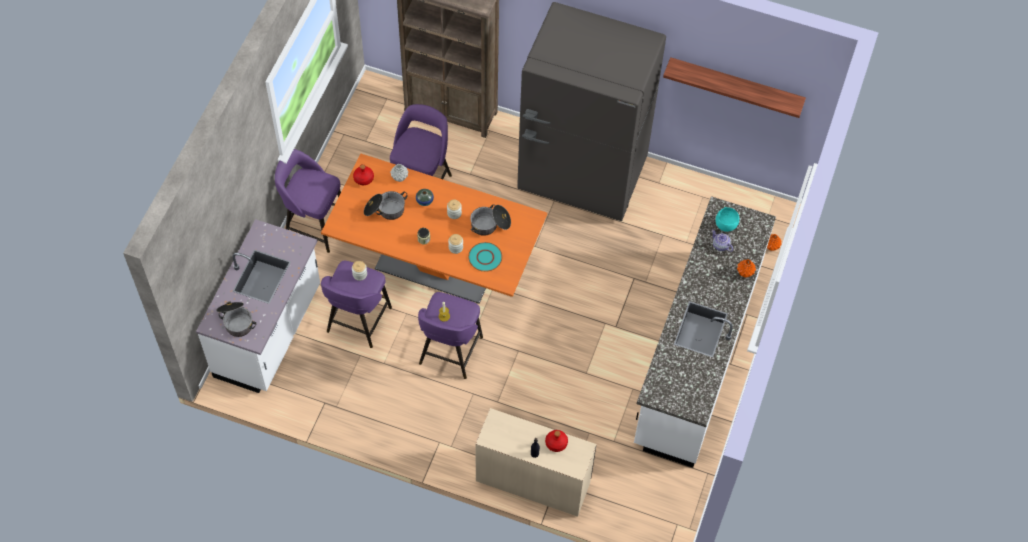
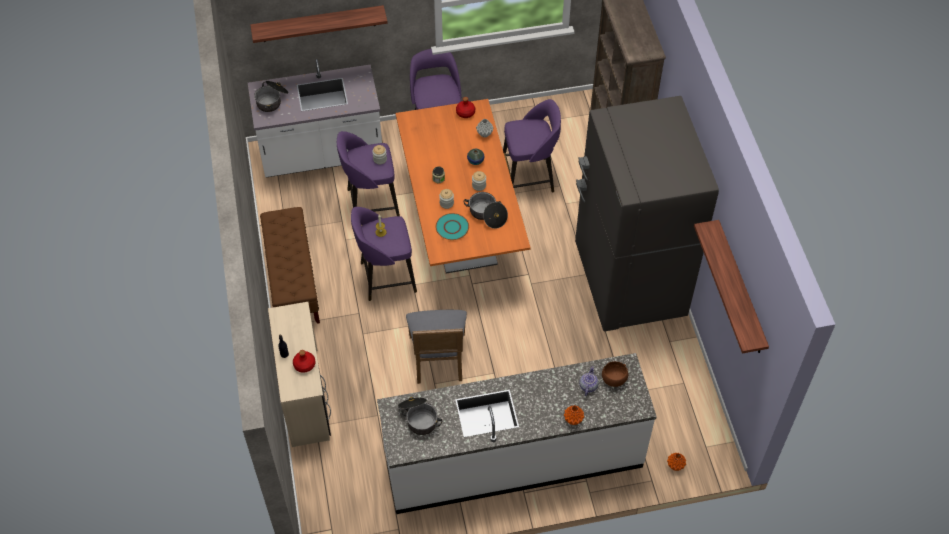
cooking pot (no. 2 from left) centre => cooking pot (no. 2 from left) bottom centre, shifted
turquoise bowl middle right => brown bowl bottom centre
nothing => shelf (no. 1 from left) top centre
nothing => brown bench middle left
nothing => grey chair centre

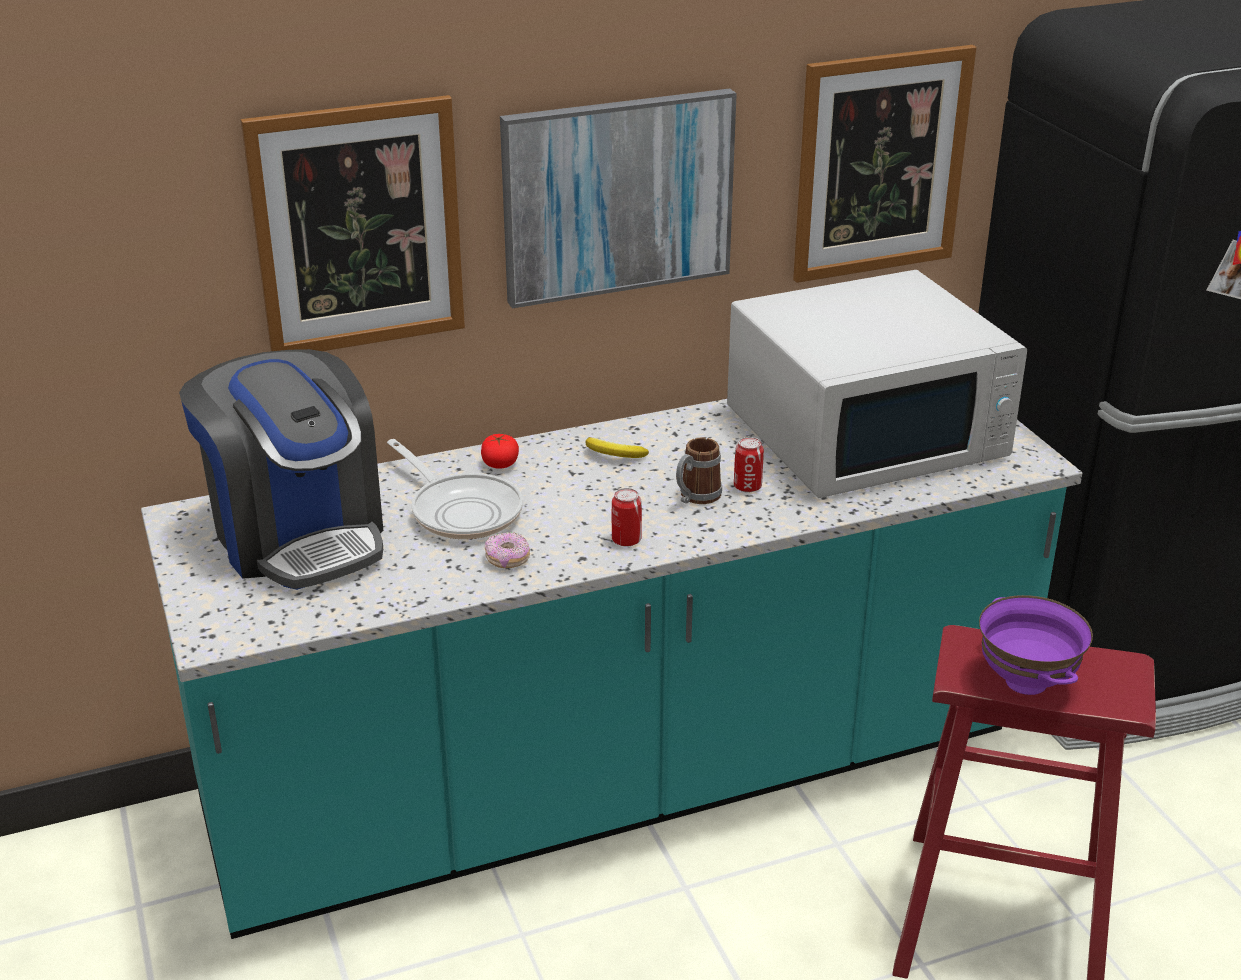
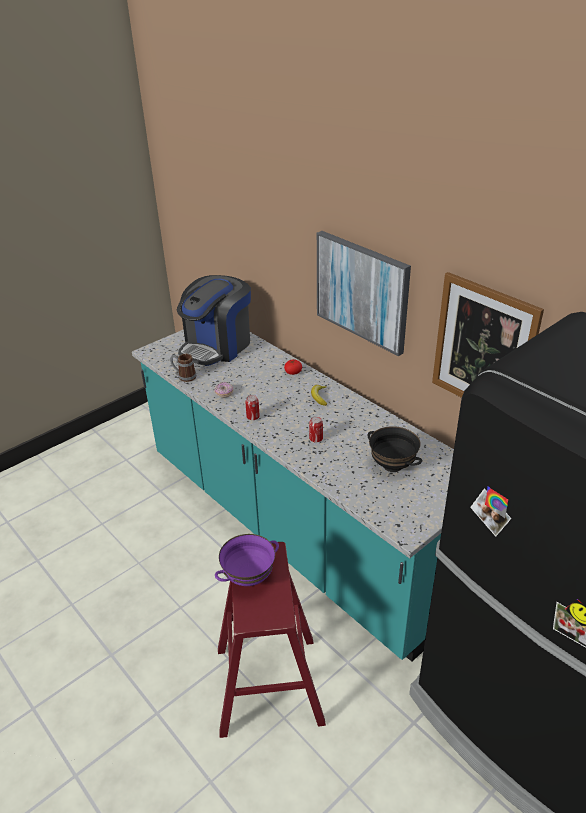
picture (no. 1 from left) top left => nothing
white microwave middle right => black bowl middle right
mug centre => mug middle left, shifted
frying pan centre => nothing

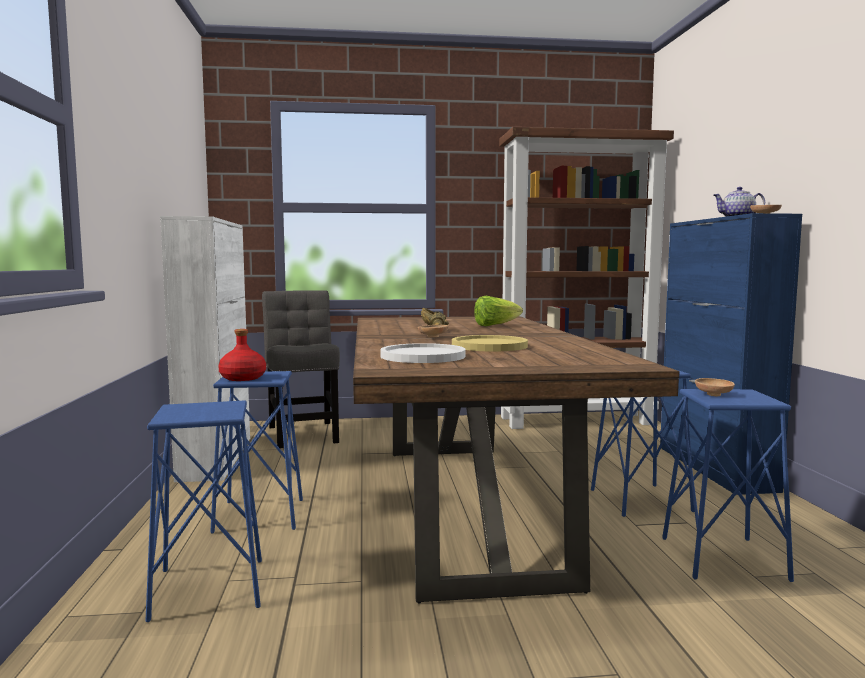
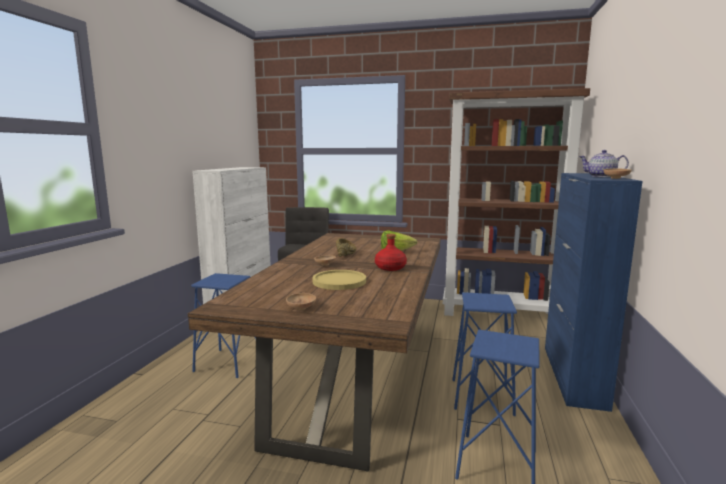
red bottle middle left => red bottle centre, shifted
white plate centre => nothing
brown bowl (no. 3 from left in the first image) middle right => brown bowl (no. 1 from left) centre, shifted
blue stool (no. 1 from left) bottom left => nothing

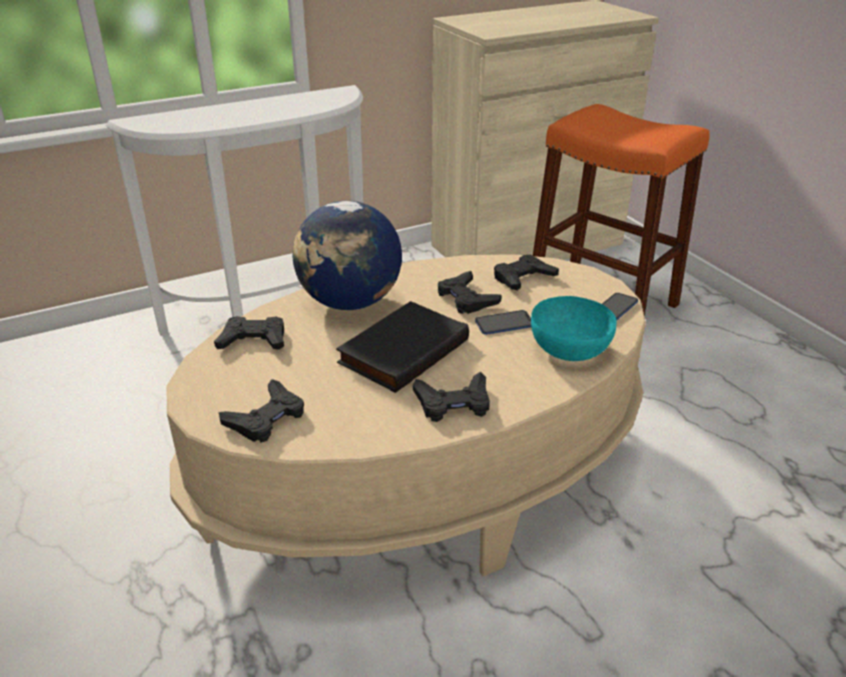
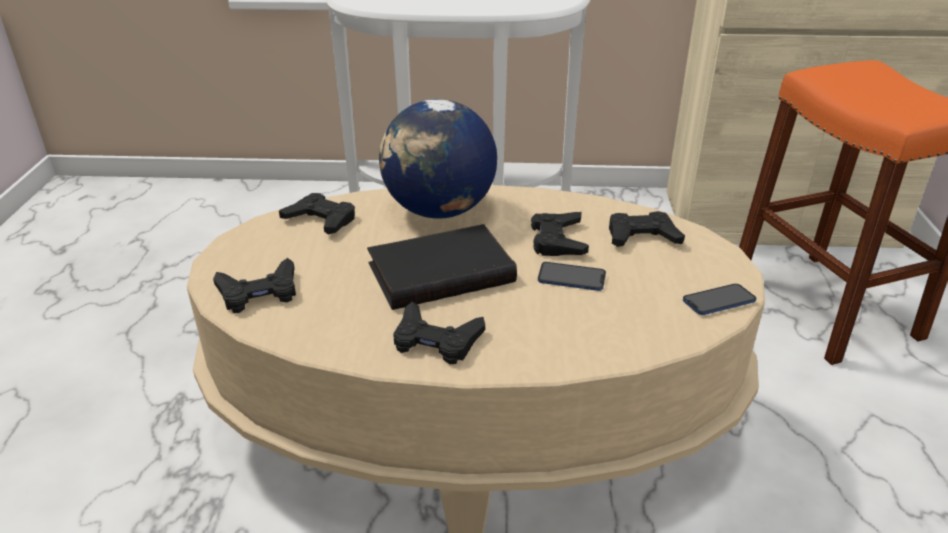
turquoise bowl middle right => nothing

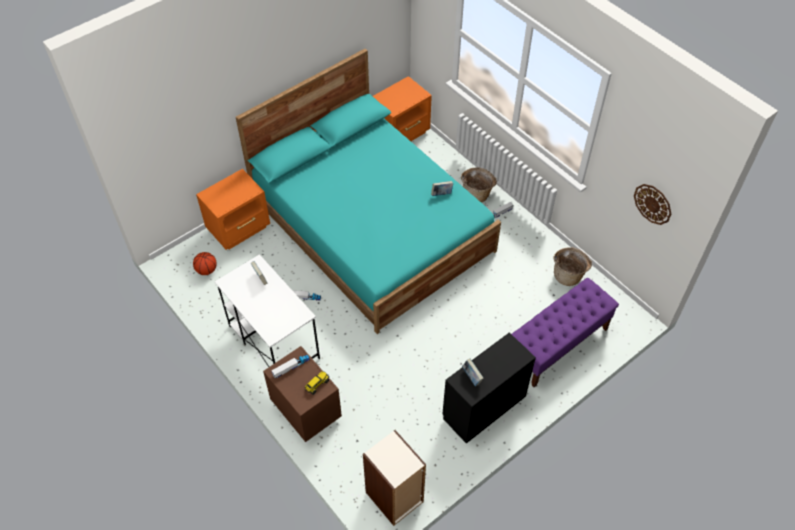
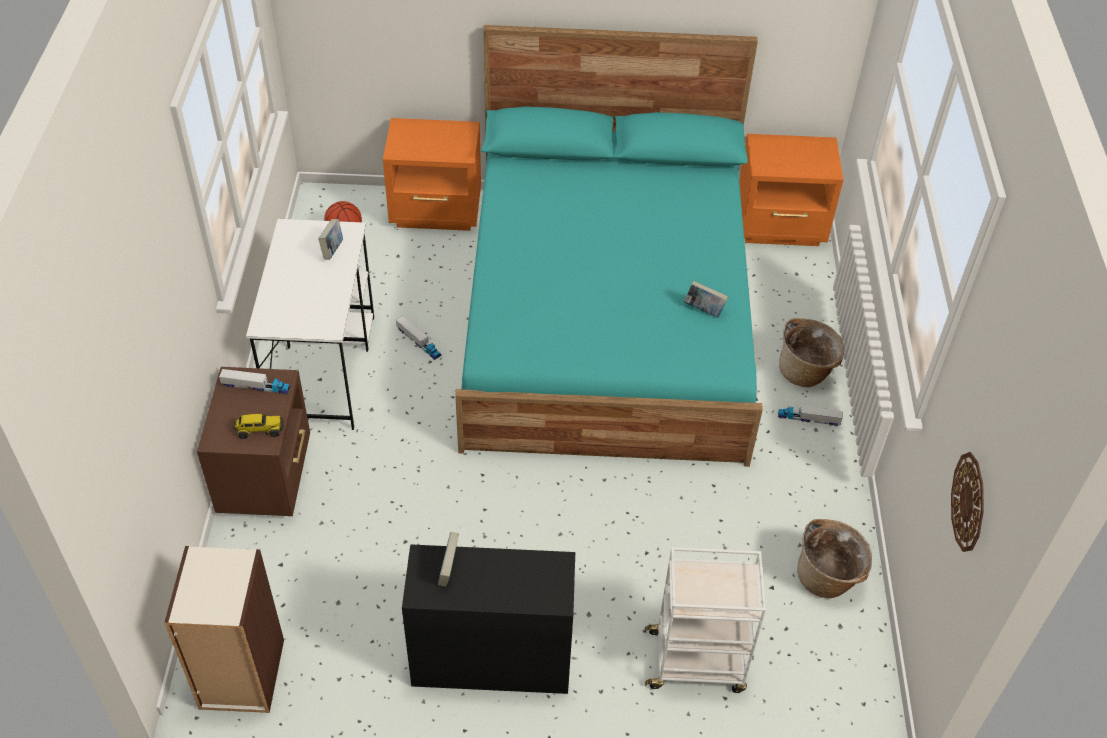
purple bench middle right => white cart bottom centre

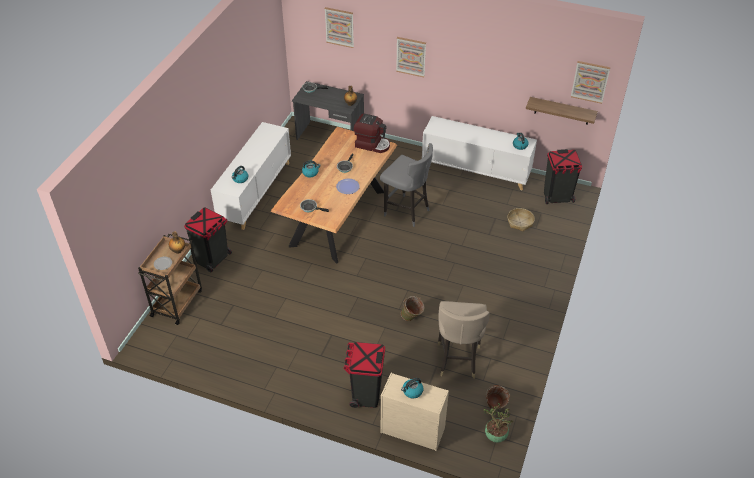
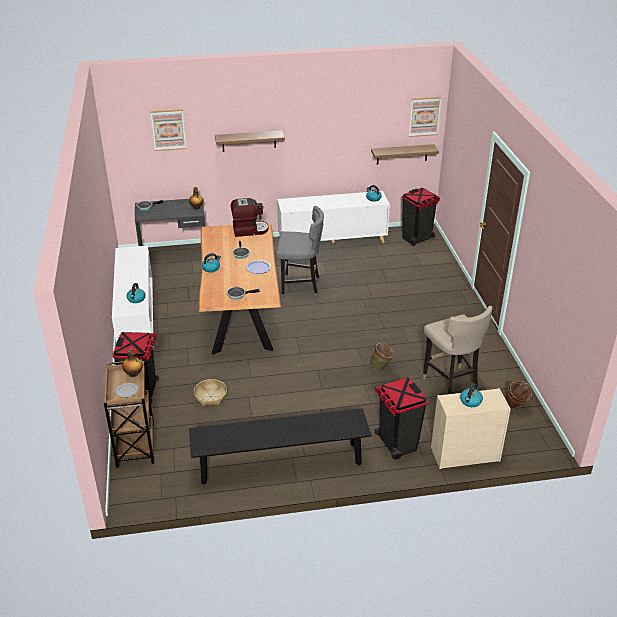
picture (no. 2 from left) top centre => shelf (no. 1 from left) top centre
basket middle right => basket centre, shifted
potted plant bottom centre => nothing
nothing => black bench bottom centre

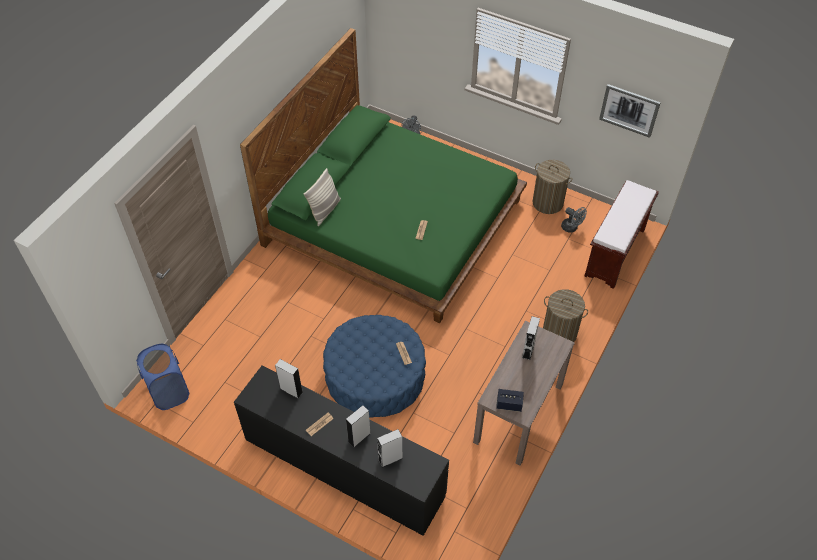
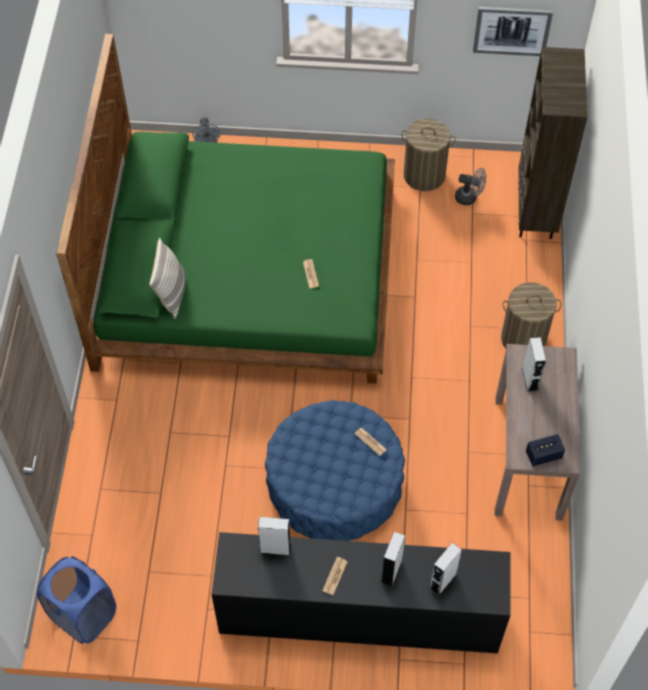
brown bench middle right => brown bookcase top right

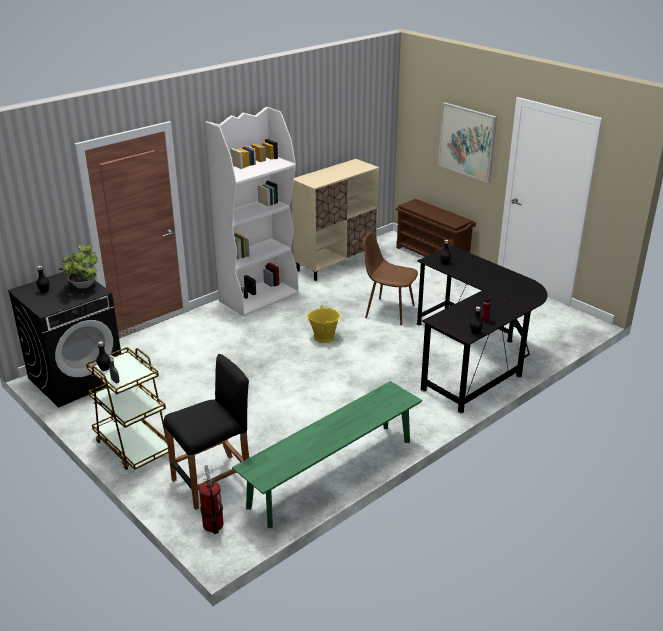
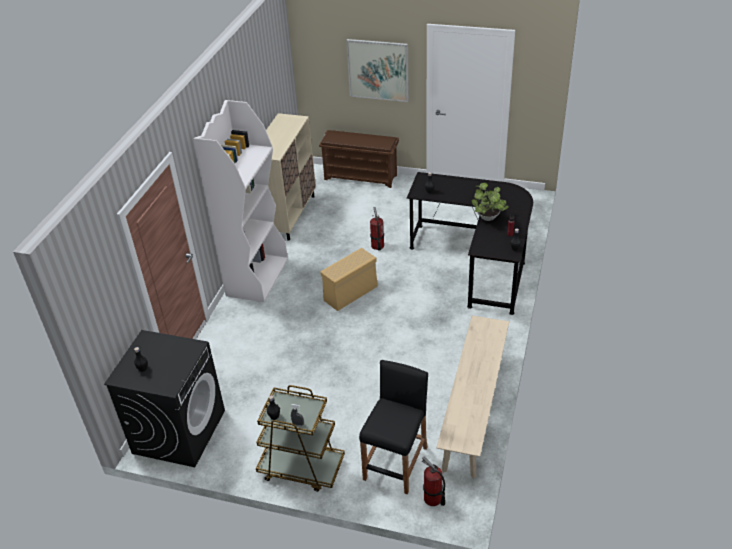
brown chair centre => fire extinguisher (no. 1 from left) centre
potted plant middle left => potted plant middle right, shifted
yellow bucket centre => beige storage box centre
green bench bottom centre => beige bench bottom centre

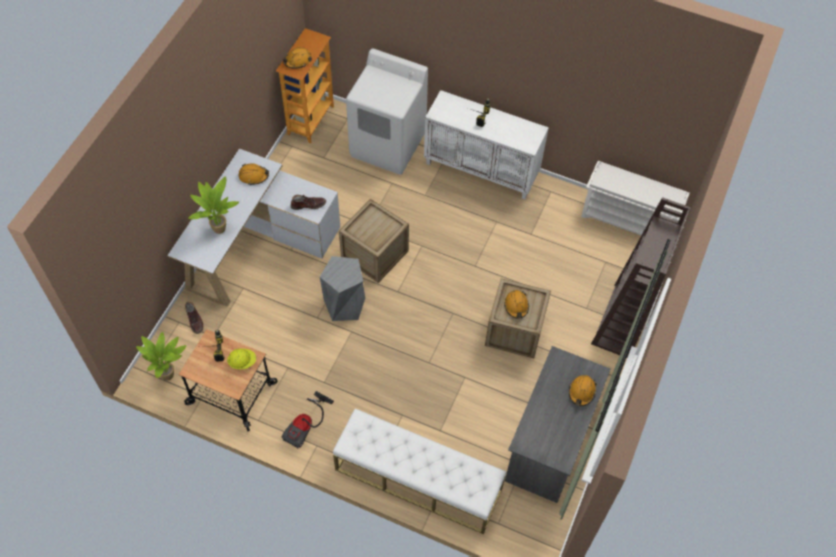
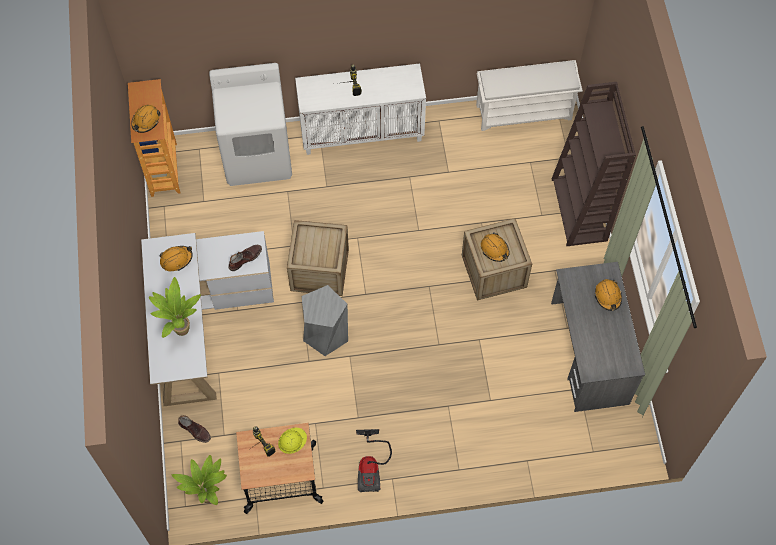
white bench bottom centre => nothing

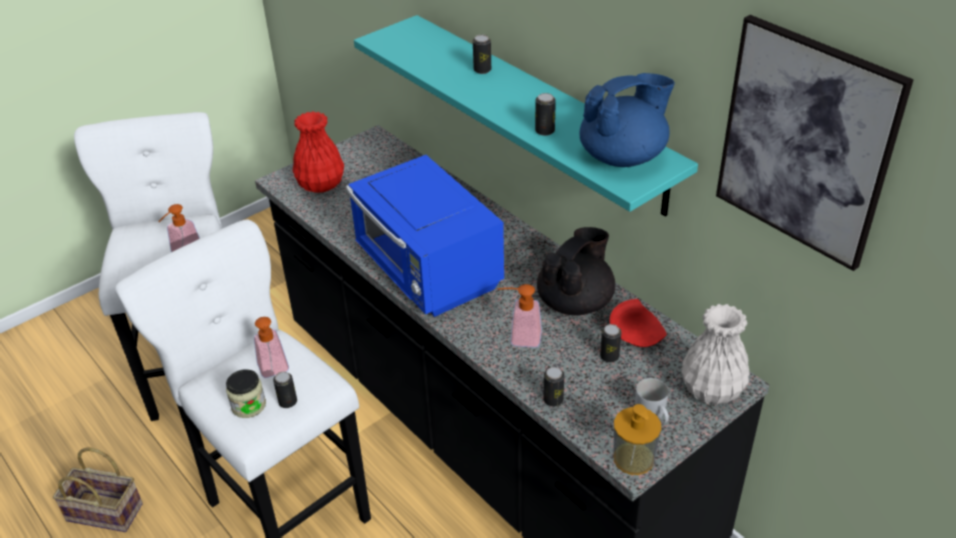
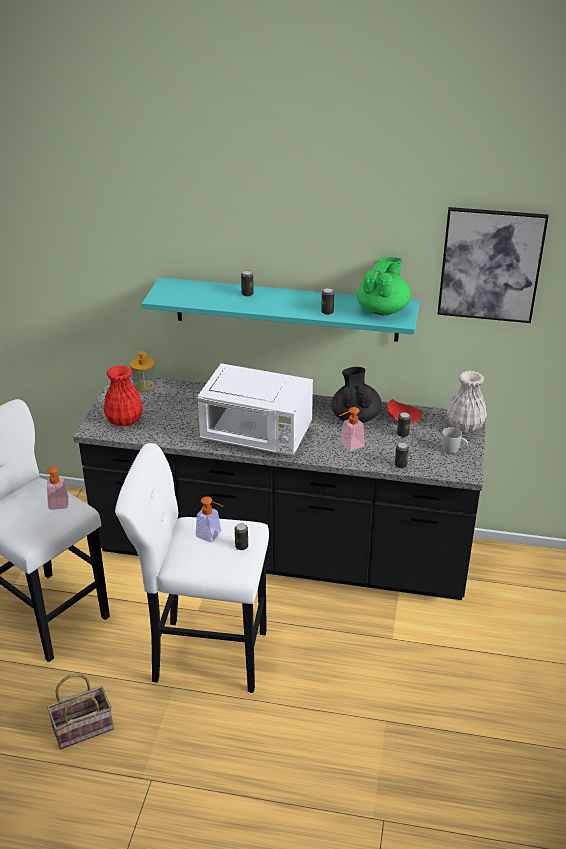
blue teapot top centre => green teapot middle right
blue microwave centre => white microwave centre
jar bottom left => nothing
soap dispenser (no. 4 from left in the first image) bottom centre => soap dispenser (no. 2 from left) middle left, shifted

